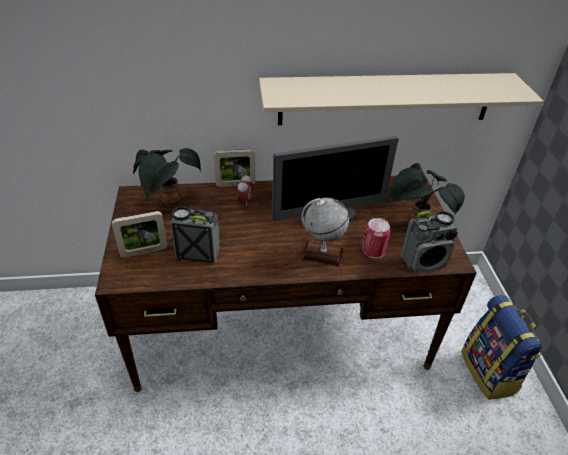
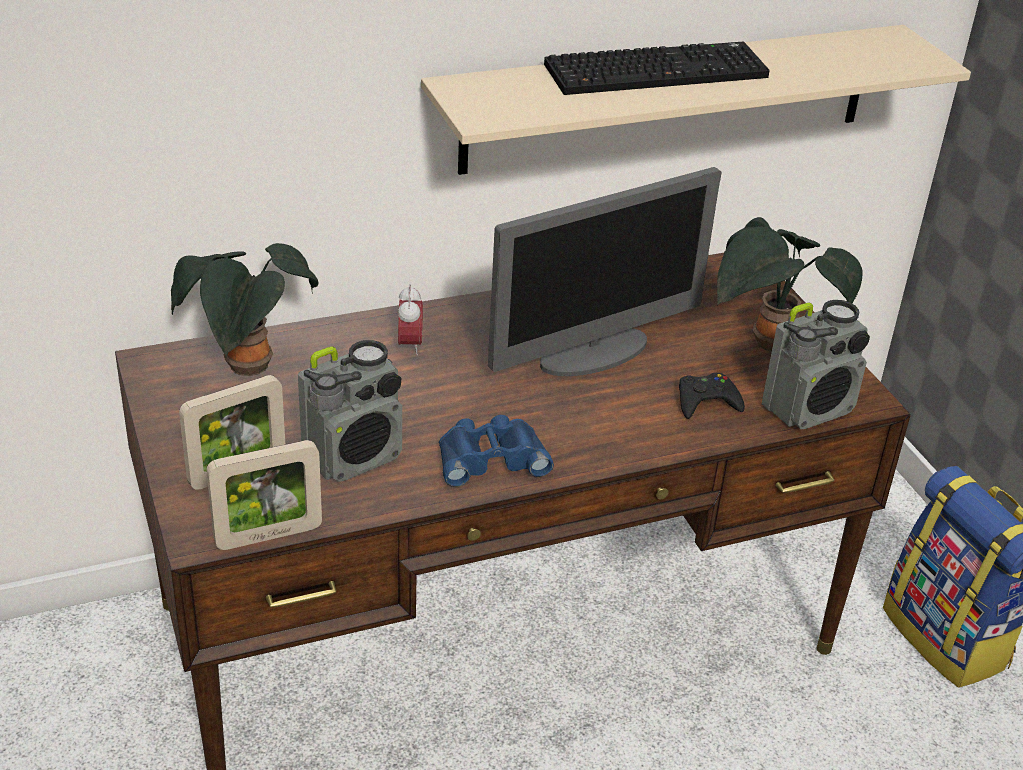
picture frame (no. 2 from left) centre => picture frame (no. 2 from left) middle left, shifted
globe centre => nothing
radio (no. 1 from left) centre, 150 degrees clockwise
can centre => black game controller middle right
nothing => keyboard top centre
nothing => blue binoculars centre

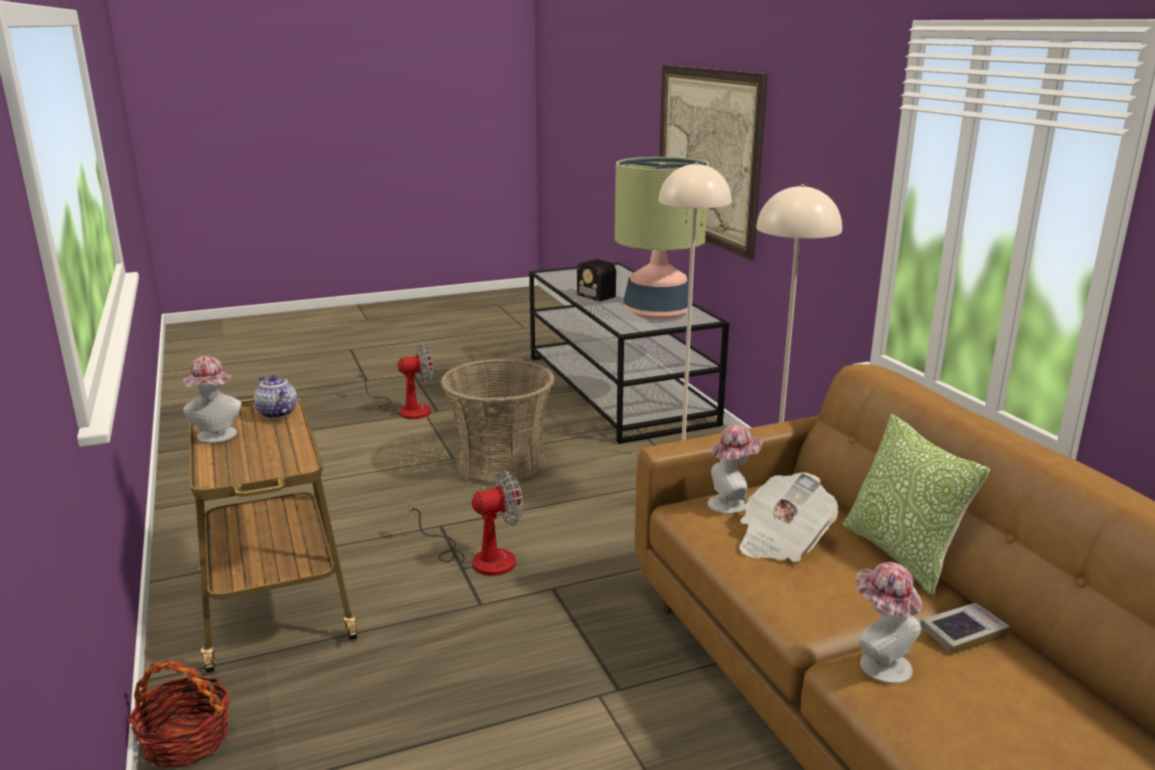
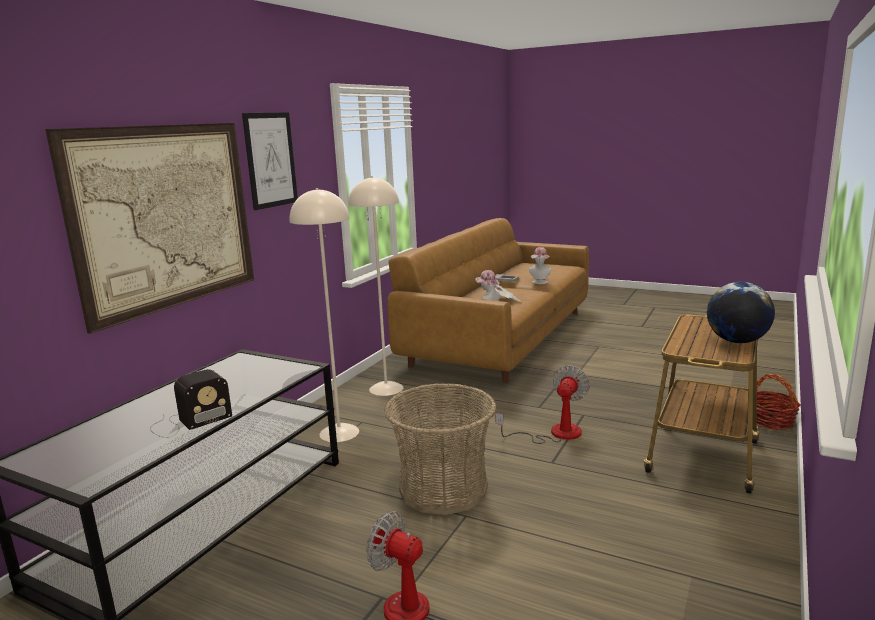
table lamp top centre => nothing
radio centre => radio middle left, 45 degrees clockwise
hat (no. 1 from left) middle left => globe middle right
teapot middle left => nothing
pillow middle right => nothing
fan (no. 2 from left) bottom centre => fan (no. 2 from left) centre, 90 degrees clockwise
nothing => picture (no. 2 from left) top left

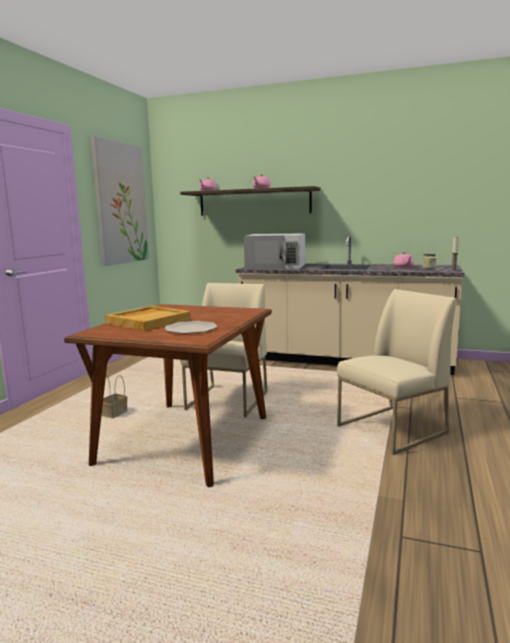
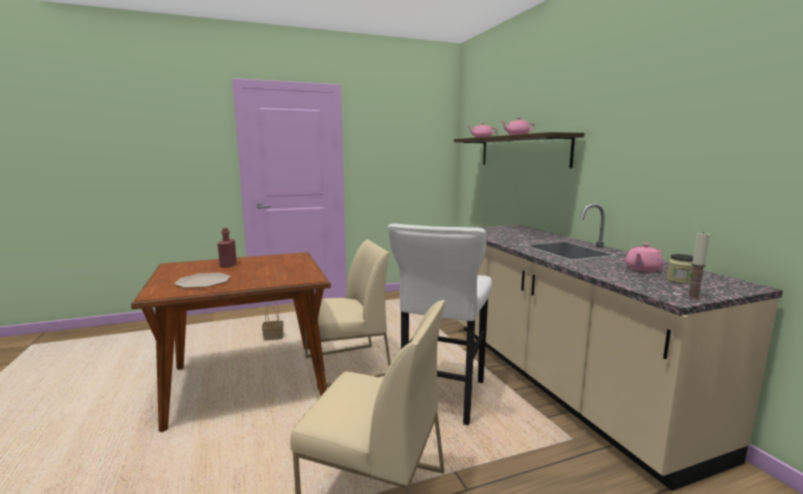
picture top left => nothing
white microwave centre => nothing
beige tray middle left => red bottle middle left
nothing => white stool centre

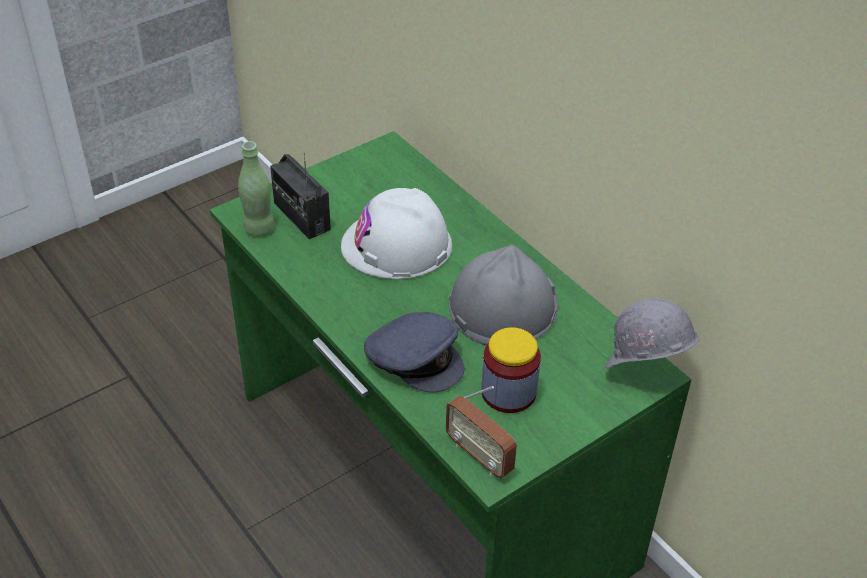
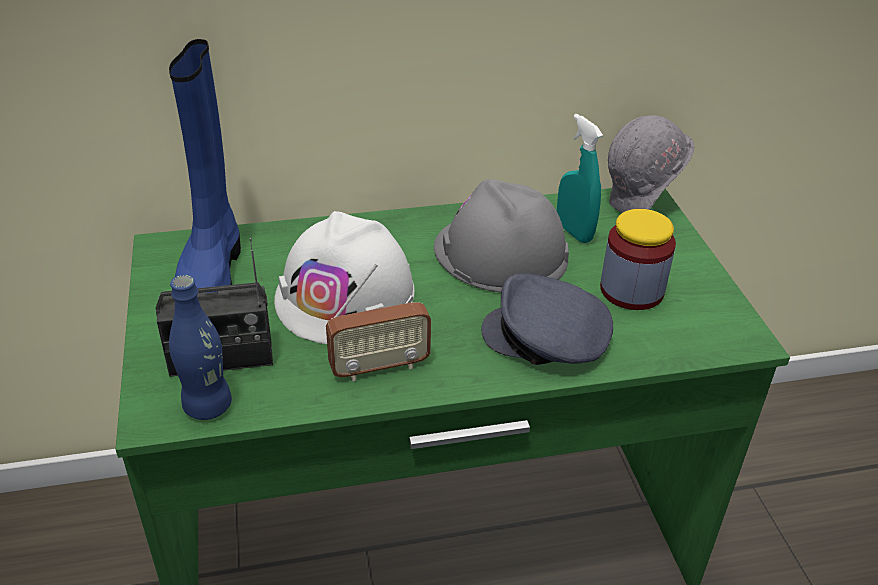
green bottle top left => blue bottle middle left
grey cap centre, 135 degrees counterclockwise
radio (no. 2 from left) bottom centre => radio (no. 2 from left) centre, shifted
nothing => blue boot top left
nothing => turquoise spray bottle top centre

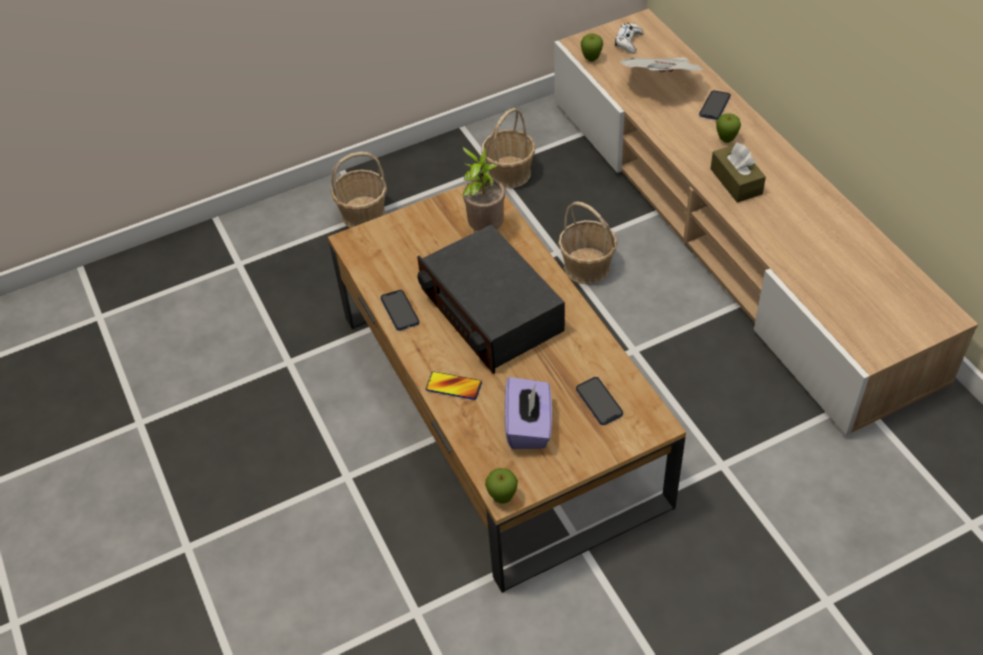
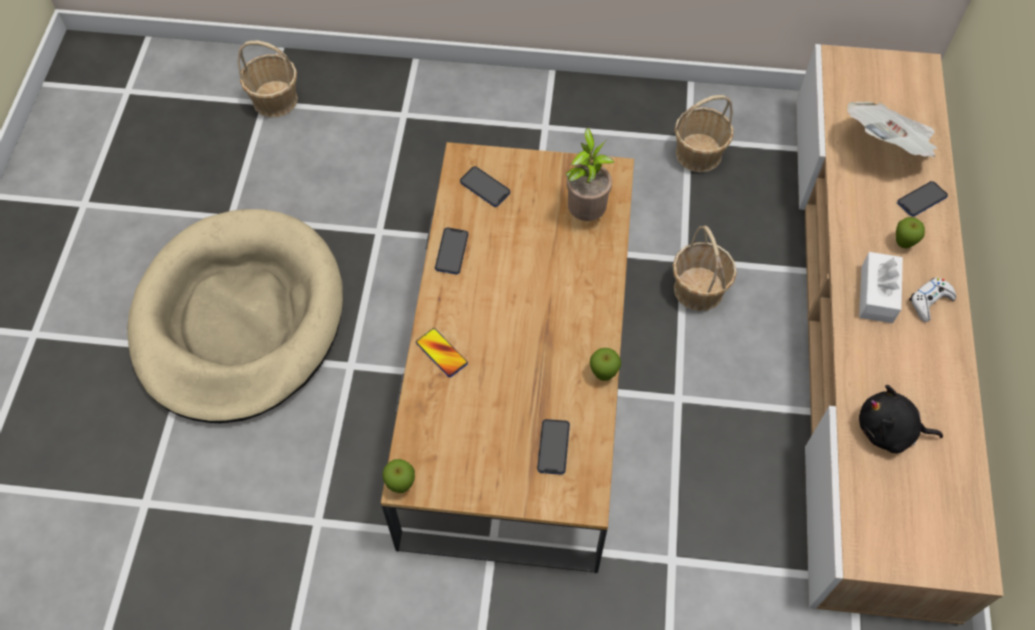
white game controller top centre => white game controller middle right, shifted
apple (no. 2 from left) top centre => apple (no. 2 from left) centre, shifted
brown tissue box top right => white tissue box middle right
basket (no. 1 from left) top centre => basket (no. 1 from left) top left, shifted
radio centre => nothing
purple tissue box centre => nothing
nothing => phone (no. 3 from left) top centre
nothing => beige dog bed middle left
nothing => black plush toy middle right

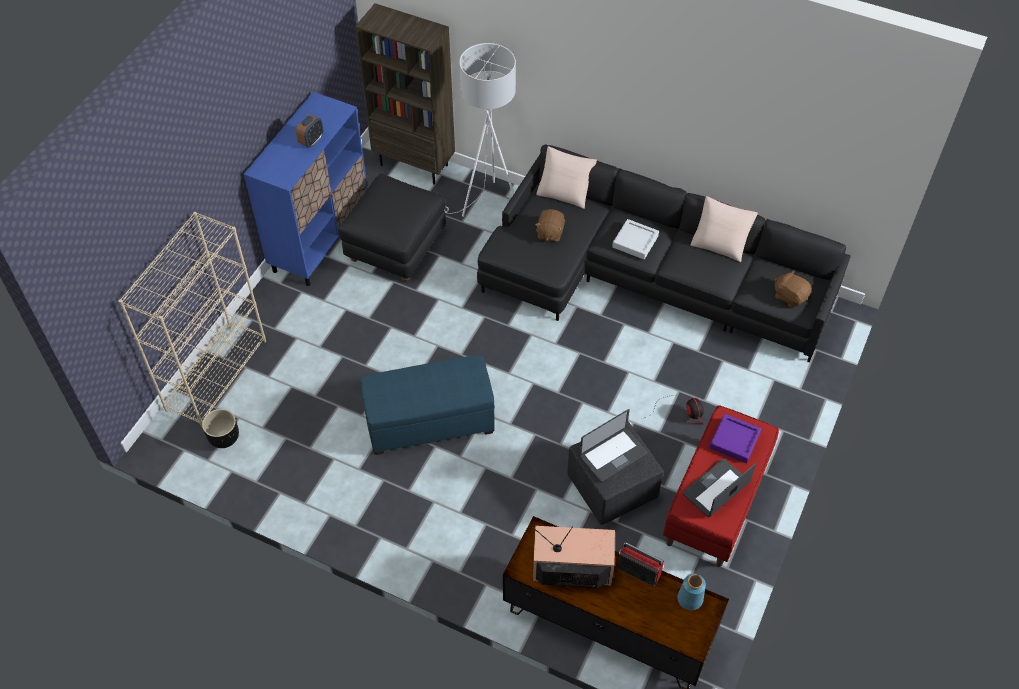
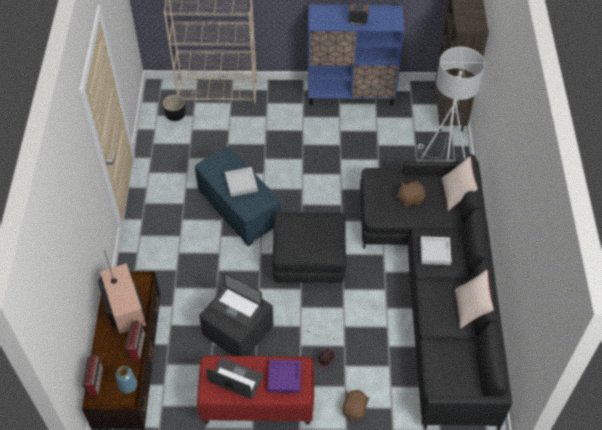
black ottoman (no. 1 from left in the first image) top centre => black ottoman (no. 2 from left) centre, shifted
brown plush toy (no. 2 from left in the first image) middle right => brown plush toy (no. 1 from left) bottom centre, shifted
nothing => grey tray (no. 1 from left) centre
nothing => radio (no. 1 from left) bottom left

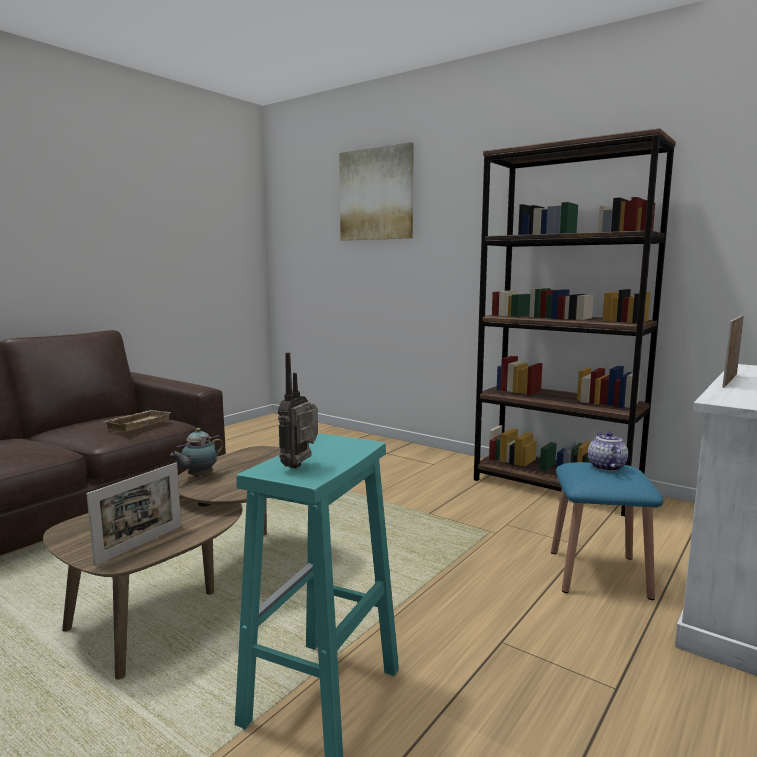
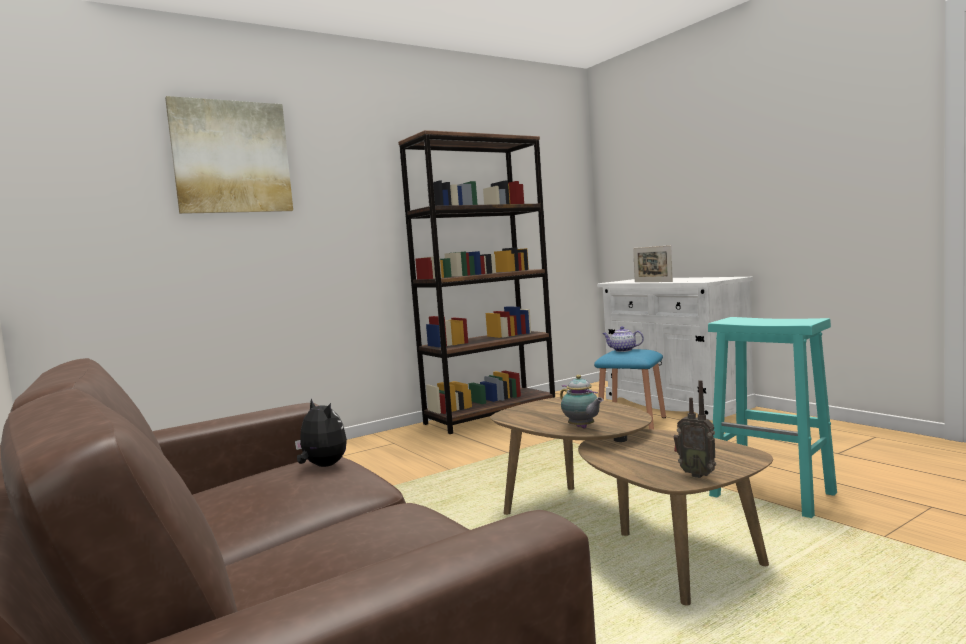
radio centre => radio middle right, shifted
beige tray middle left => plush toy bottom left
picture frame (no. 1 from left) bottom left => nothing

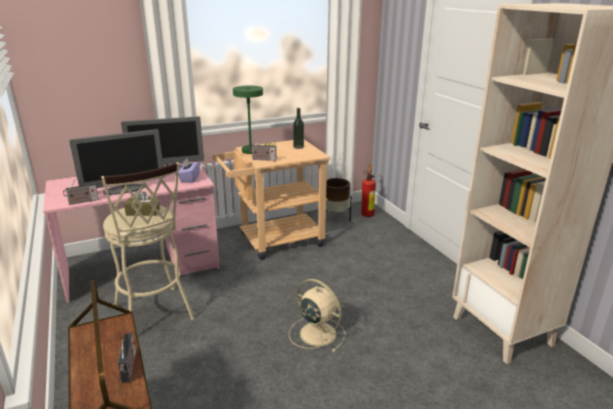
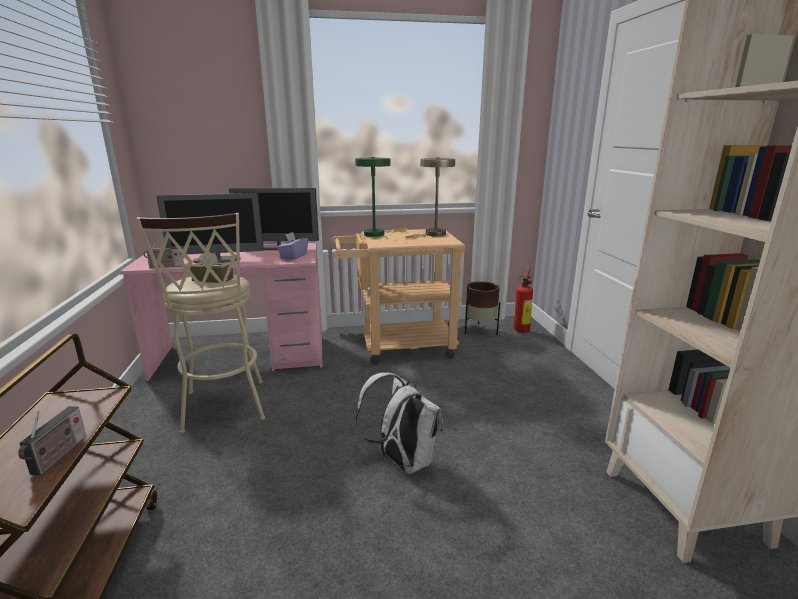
bottle top centre => beige table lamp top centre
radio (no. 3 from left) centre => nothing
beige fan bottom centre => white backpack bottom centre

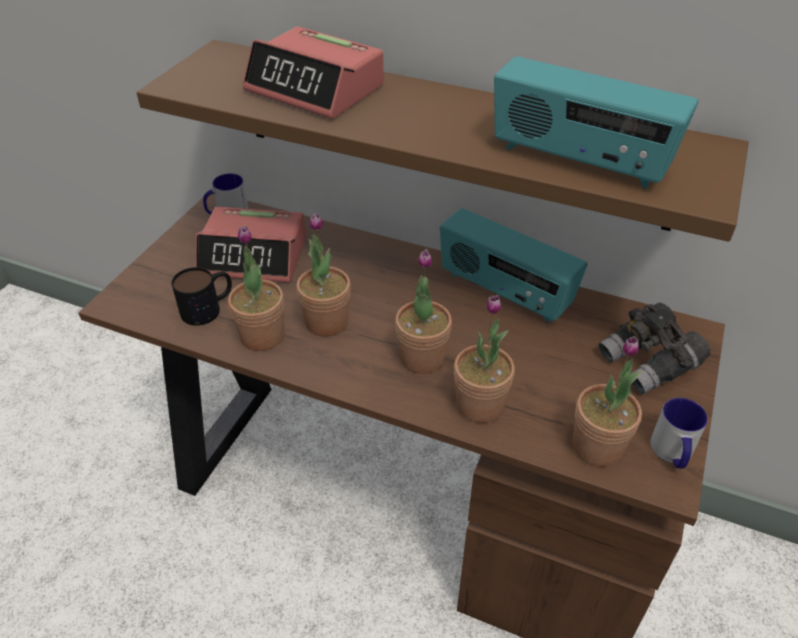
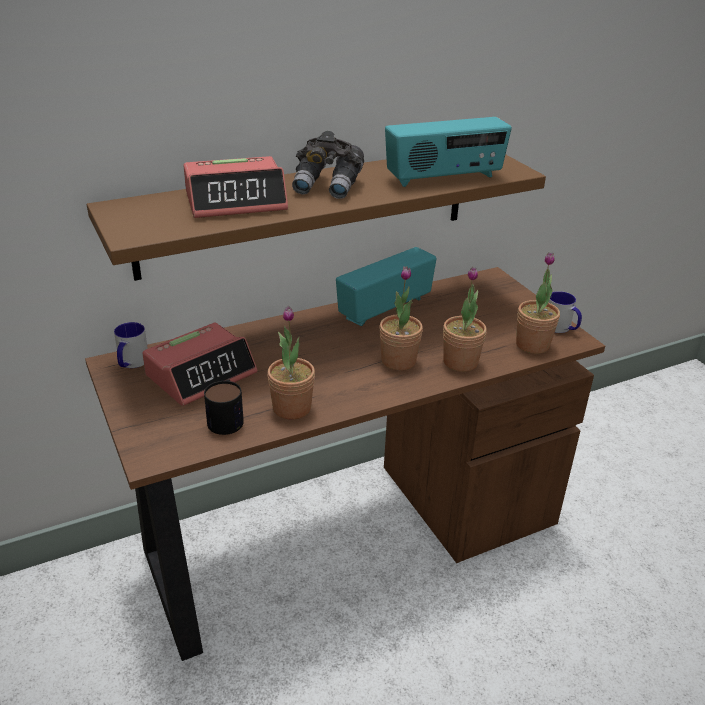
radio (no. 1 from left) centre, 150 degrees clockwise
potted plant (no. 2 from left) centre => nothing
grey binoculars middle right => grey binoculars top centre, shifted

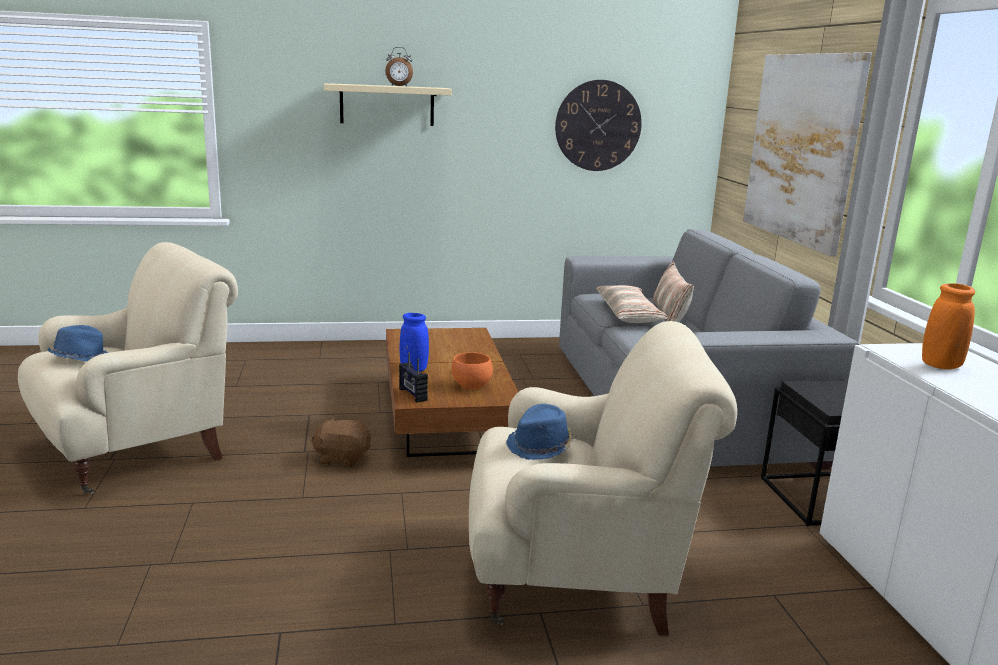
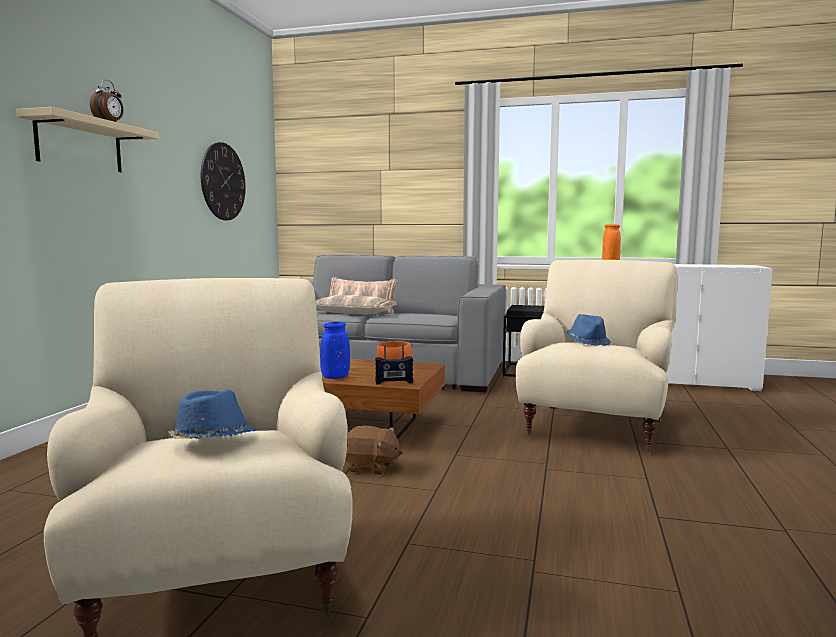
picture top right => nothing
brown plush toy centre => brown plush toy bottom centre, 105 degrees counterclockwise

